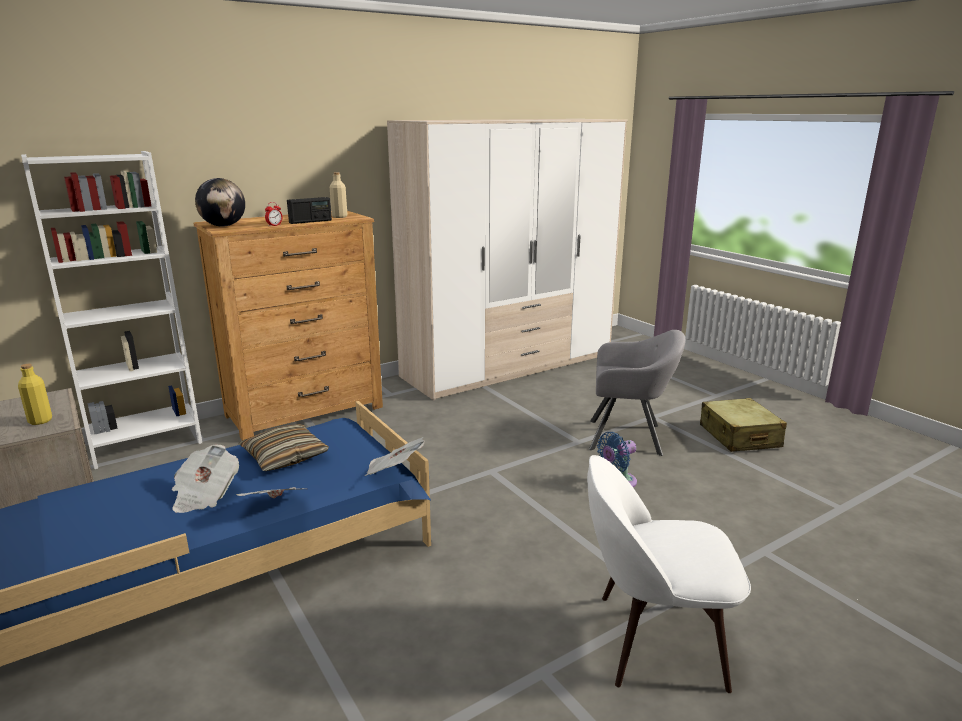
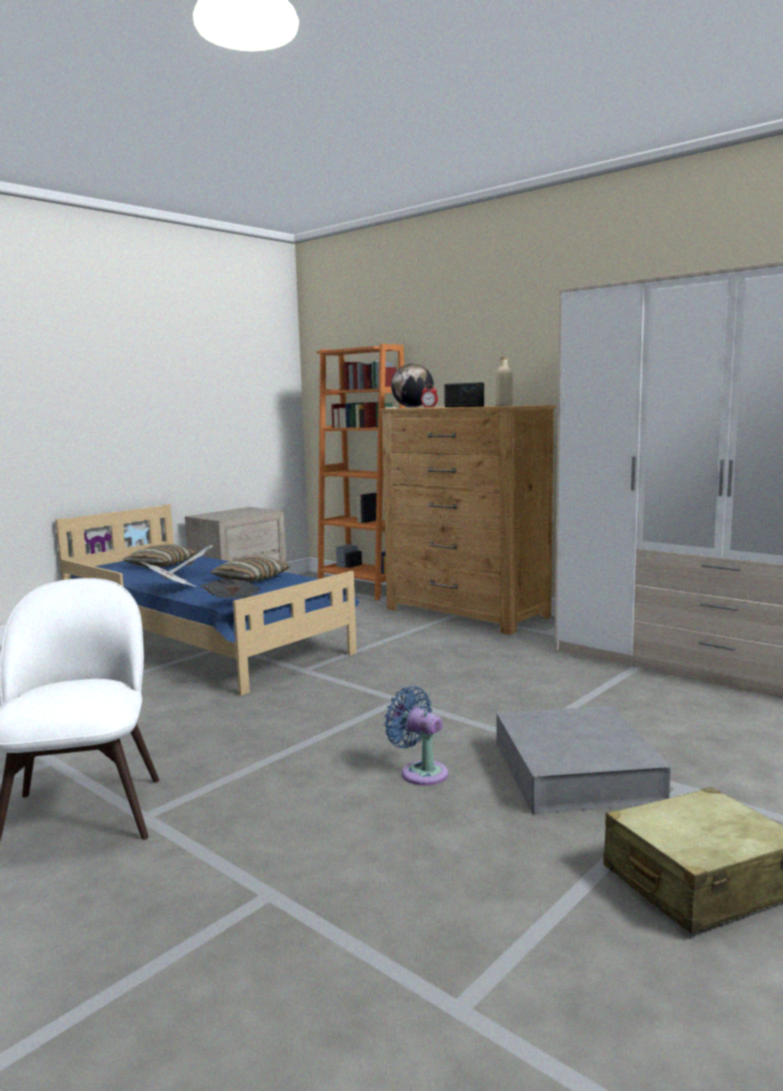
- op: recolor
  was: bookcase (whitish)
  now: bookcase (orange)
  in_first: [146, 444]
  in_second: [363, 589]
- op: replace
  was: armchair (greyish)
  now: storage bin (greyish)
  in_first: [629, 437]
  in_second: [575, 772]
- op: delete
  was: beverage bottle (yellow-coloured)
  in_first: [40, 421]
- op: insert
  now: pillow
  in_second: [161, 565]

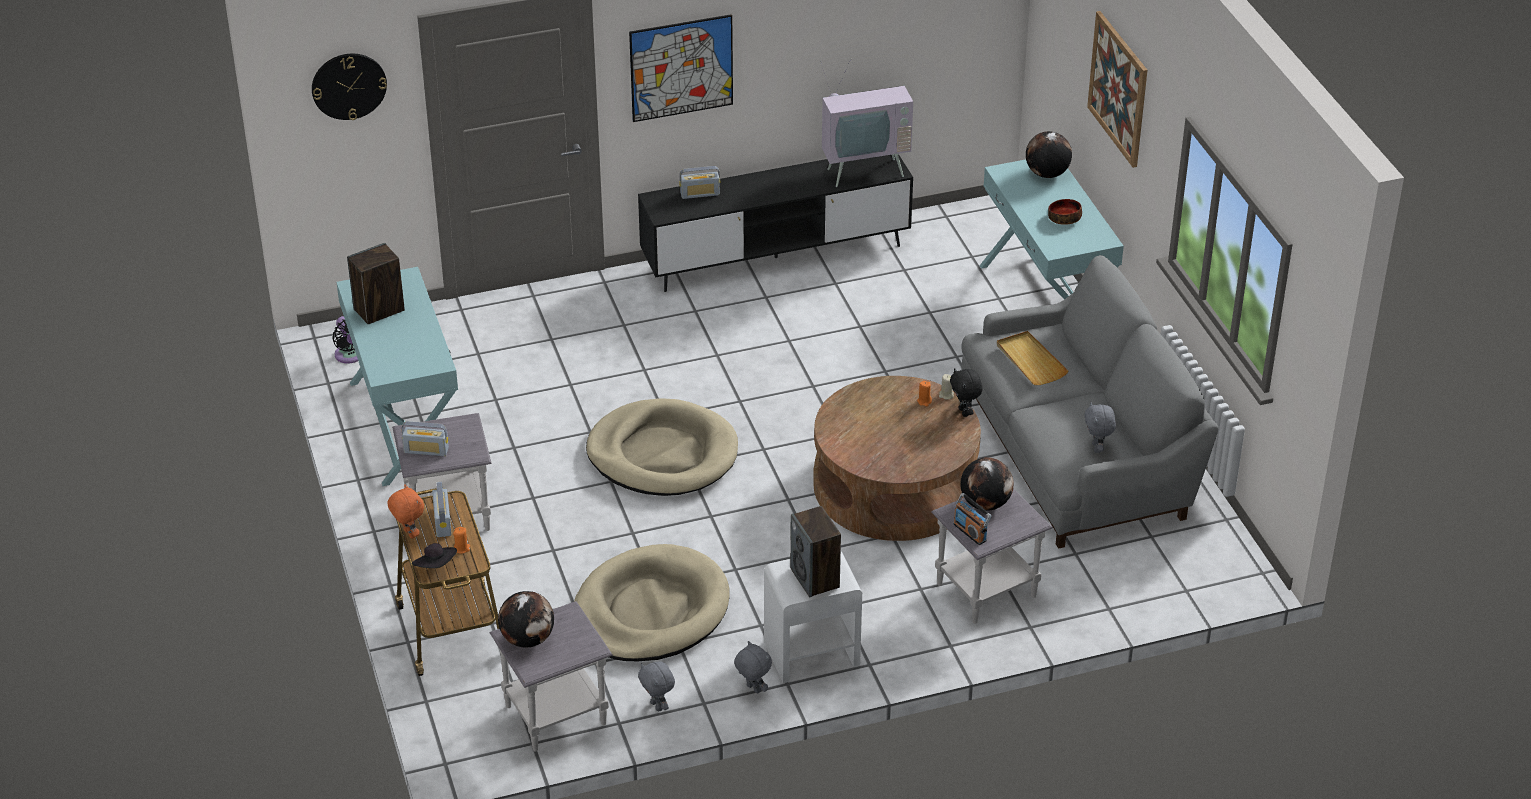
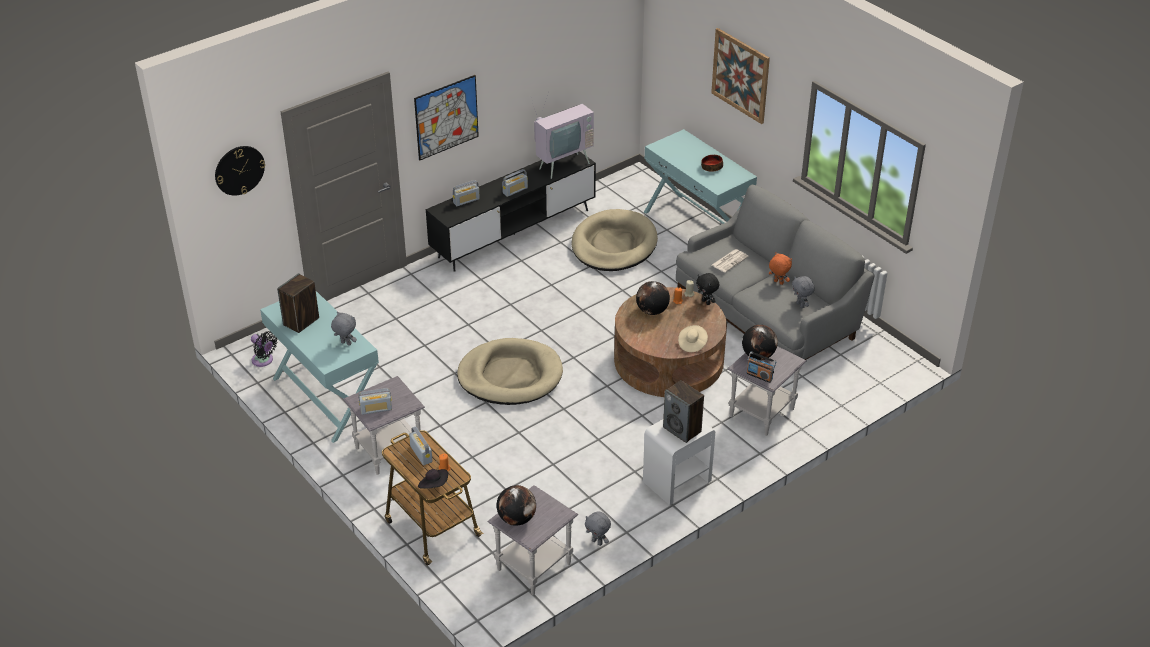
- op: move
  was: desk globe
  in_first: [1046, 174]
  in_second: [652, 311]
- op: replace
  was: carrying tray (beige)
  now: printed paper
  in_first: [1030, 361]
  in_second: [729, 261]
- op: move
  was: plush toy (orange)
  in_first: [408, 534]
  in_second: [778, 283]
- op: move
  was: dog cushion (beige)
  in_first: [650, 610]
  in_second: [614, 245]
- op: move
  was: plush toy (greyish)
  in_first: [752, 689]
  in_second: [345, 344]
- op: insert
  now: radio set
  in_second: [515, 190]
- op: insert
  now: clothing hat (beige)
  in_second: [692, 344]

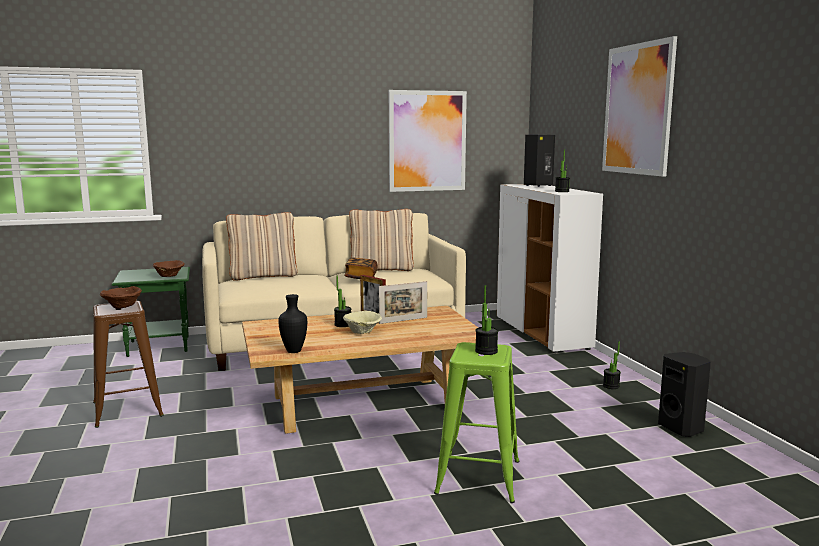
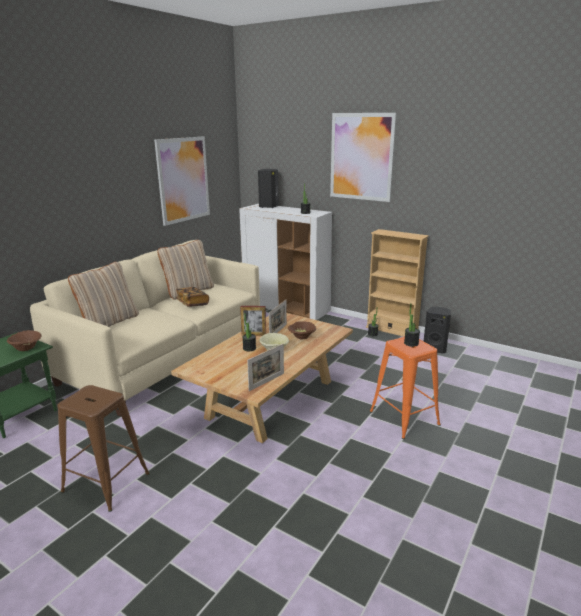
- op: move
  was: serving bowl (brown)
  in_first: [121, 306]
  in_second: [301, 337]
- op: replace
  was: vase (blackish)
  now: standing frame
  in_first: [294, 351]
  in_second: [266, 382]
- op: recolor
  was: stool seat (green-coloured)
  now: stool seat (orange)
  in_first: [478, 476]
  in_second: [403, 418]
- op: insert
  now: bookcase (beige)
  in_second: [392, 330]

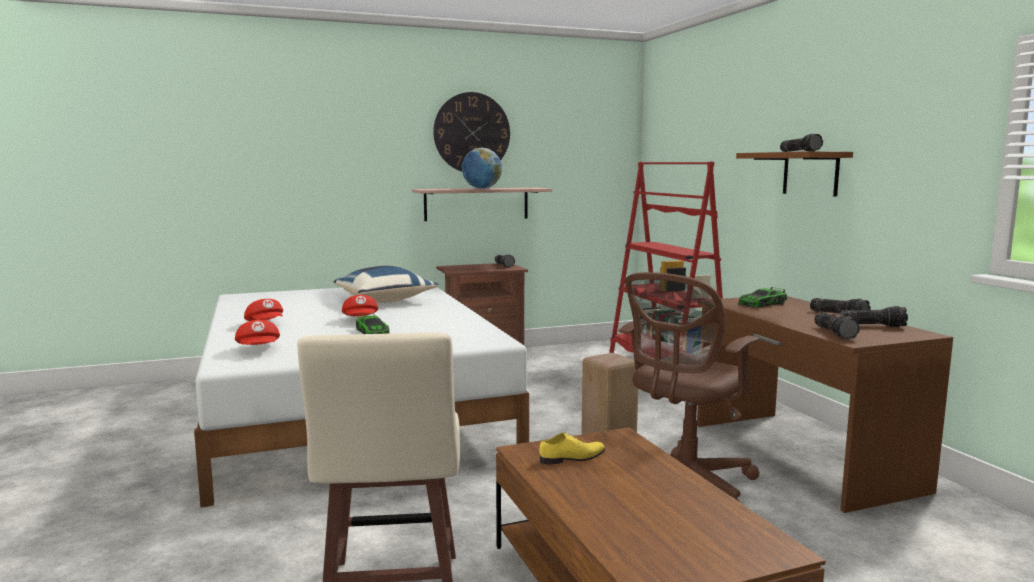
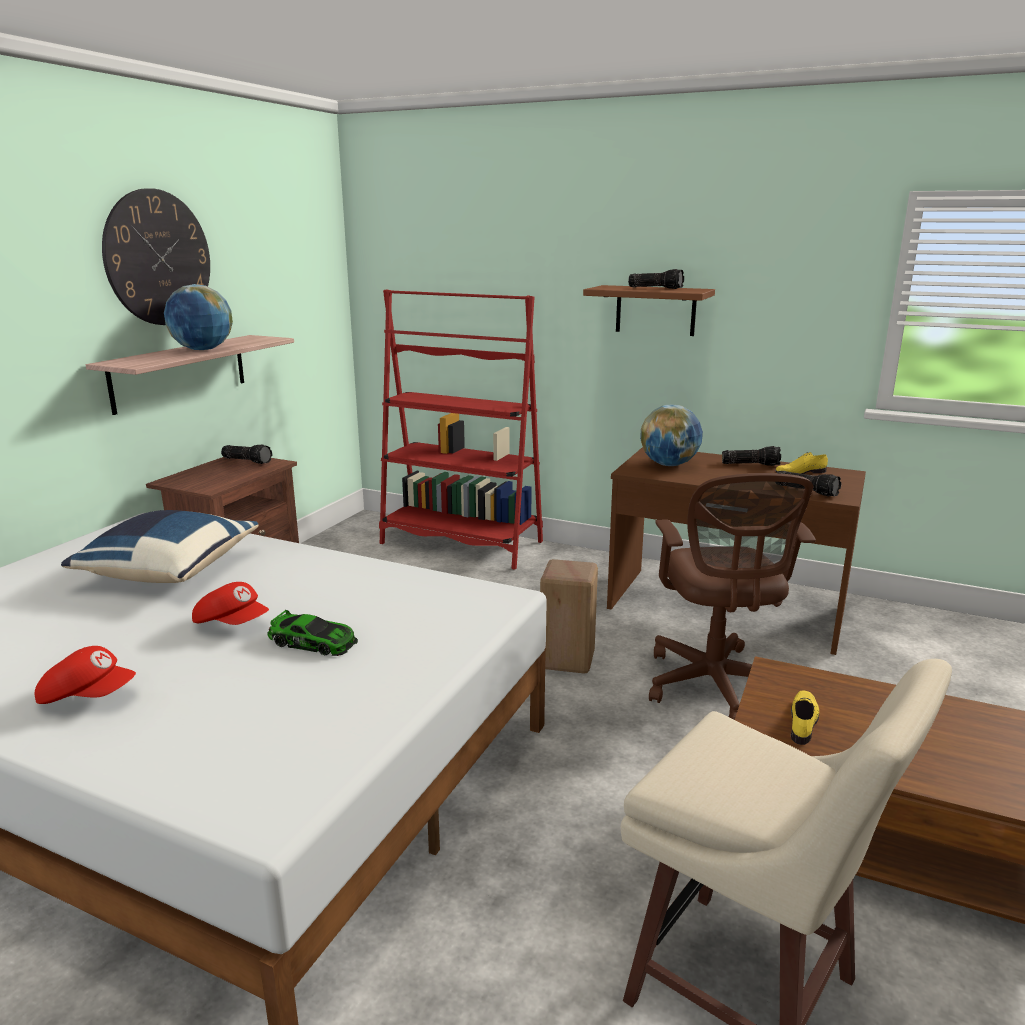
- op: replace
  was: toy car
  now: desk globe
  in_first: [762, 304]
  in_second: [669, 464]
- op: replace
  was: flashlight
  now: item of footwear (yellow-coloured)
  in_first: [872, 325]
  in_second: [800, 472]
- op: delete
  was: peaked cap (red-coloured)
  in_first: [259, 349]

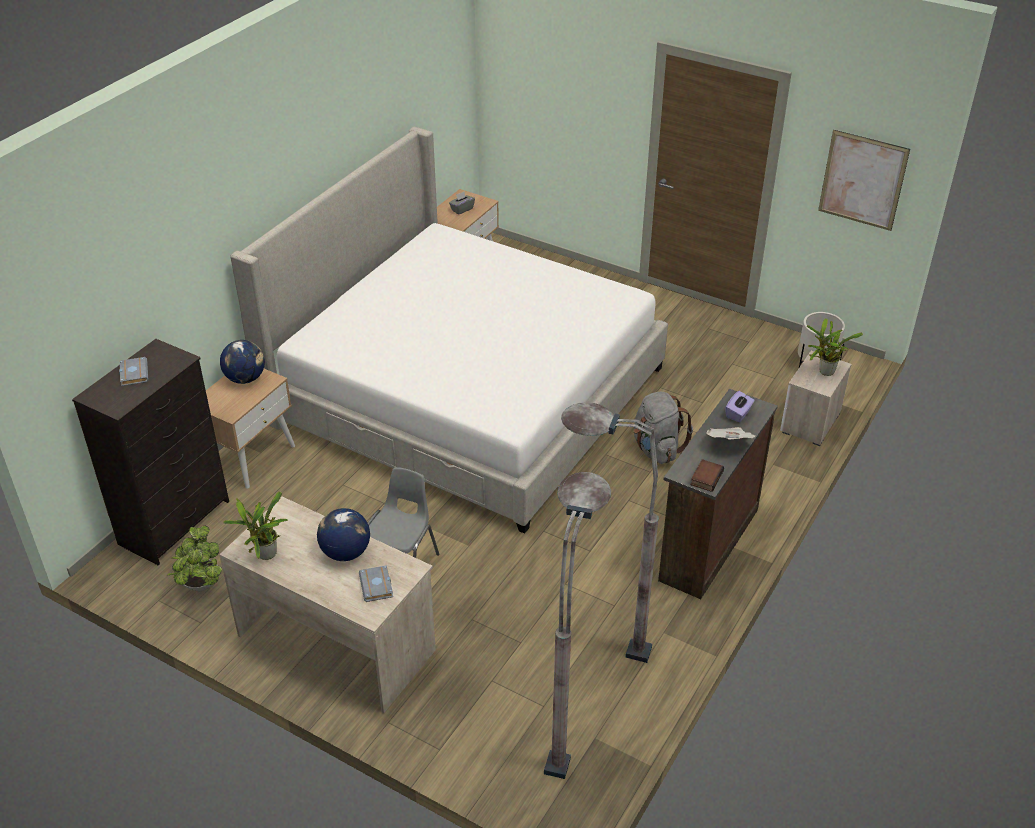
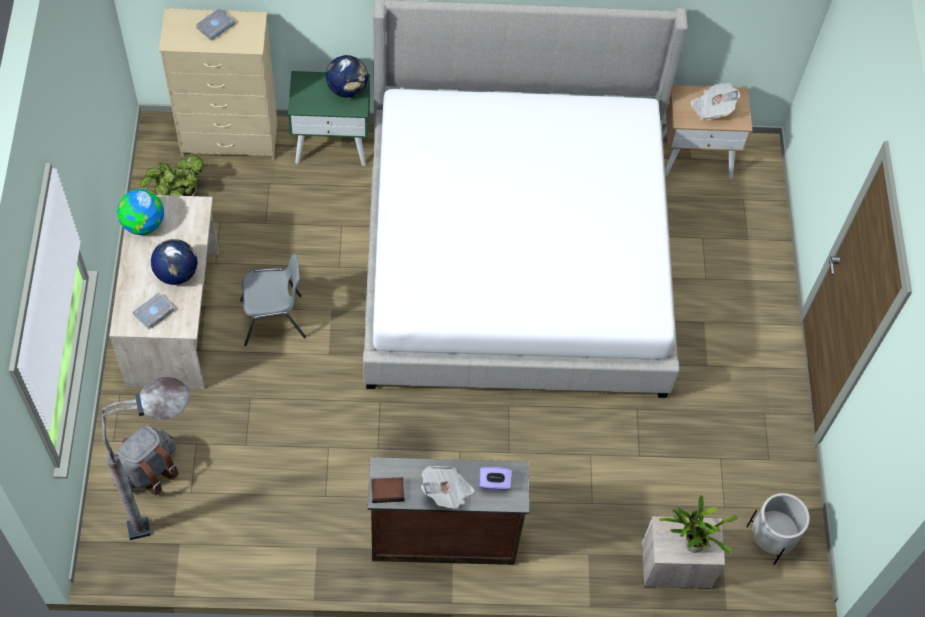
- op: delete
  was: wall picture
  in_first: [862, 180]
- op: replace
  was: tissue box (greyish)
  now: printed paper
  in_first: [462, 209]
  in_second: [712, 108]
- op: recolor
  was: dresser (blackish)
  now: dresser (beige)
  in_first: [176, 522]
  in_second: [230, 139]
- op: recolor
  was: bedside table (beige)
  now: bedside table (green-coloured)
  in_first: [251, 456]
  in_second: [332, 143]
- op: move
  was: rucksack (greyish)
  in_first: [656, 449]
  in_second: [148, 471]
- op: delete
  was: standard lamp (greyish)
  in_first: [595, 641]
- op: replace
  was: houseplant
  now: desk globe
  in_first: [266, 556]
  in_second: [143, 224]

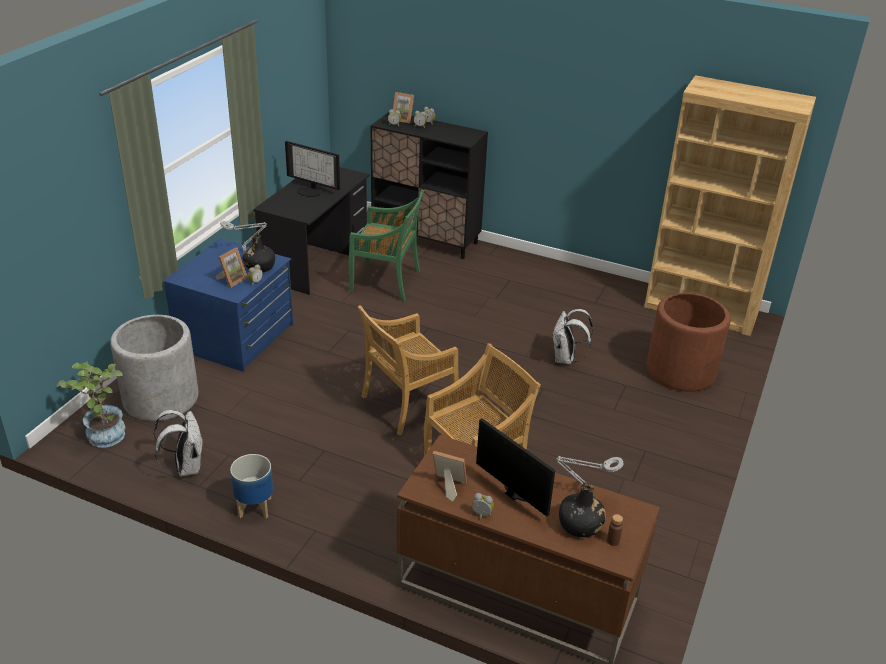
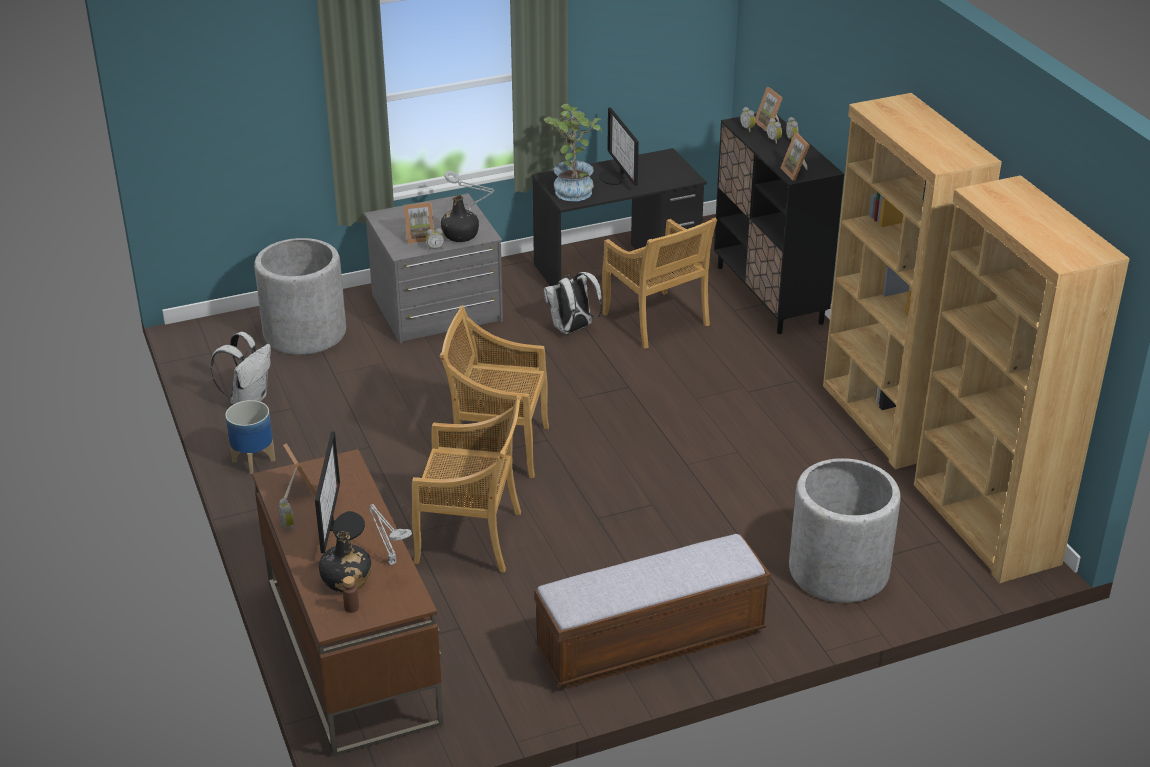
- op: recolor
  was: chair (green-coloured)
  now: chair (beige)
  in_first: [386, 281]
  in_second: [656, 321]
- op: recolor
  was: dresser (blue)
  now: dresser (greyish)
  in_first: [236, 337]
  in_second: [437, 309]
- op: recolor
  was: flower pot (brown)
  now: flower pot (greyish)
  in_first: [680, 371]
  in_second: [838, 571]
- op: move
  was: rucksack (whitish)
  in_first: [566, 359]
  in_second: [572, 329]
- op: move
  was: houseplant
  in_first: [103, 432]
  in_second: [573, 189]
- op: insert
  now: bookcase (brown)
  in_second: [885, 419]
- op: insert
  now: standing frame
  in_second: [797, 173]
- op: insert
  now: indoor bench
  in_second: [650, 642]

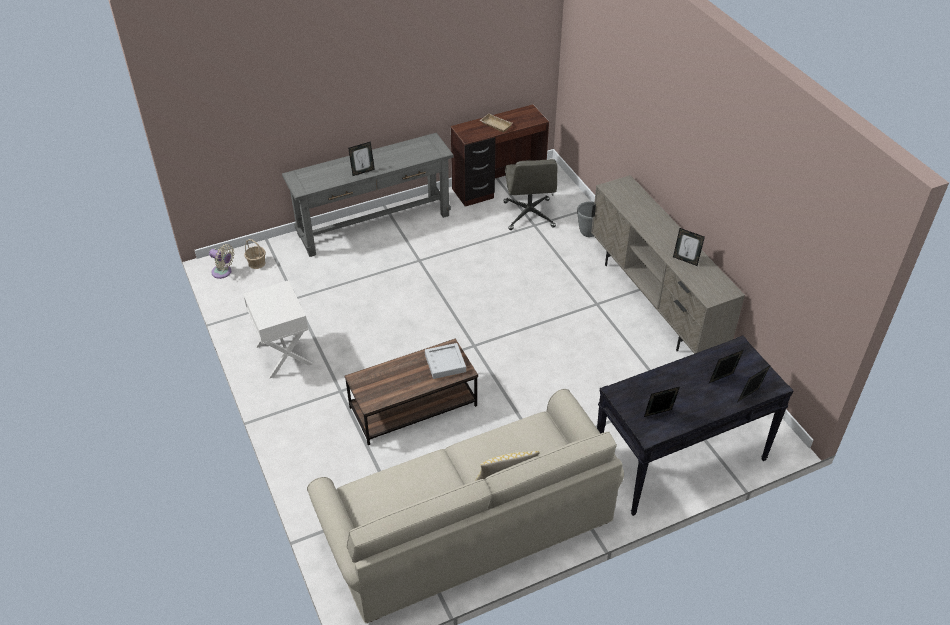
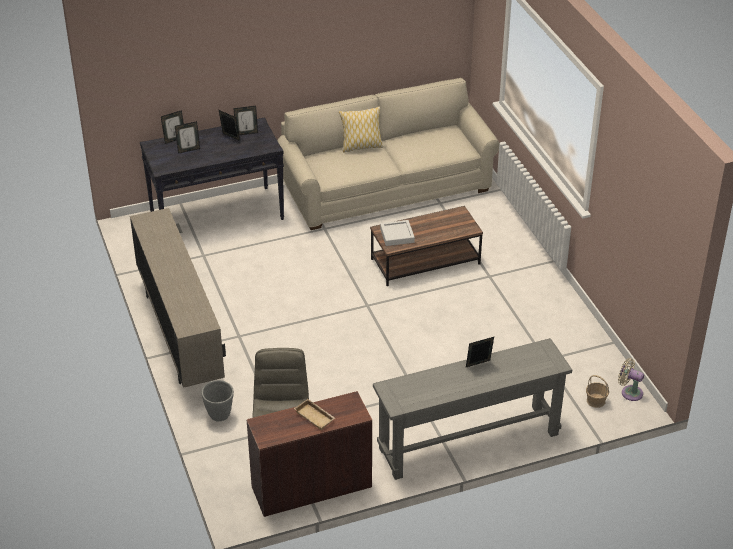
- op: move
  was: standing frame
  in_first: [685, 260]
  in_second: [230, 138]
- op: delete
  was: bedside table (whitish)
  in_first: [283, 355]

